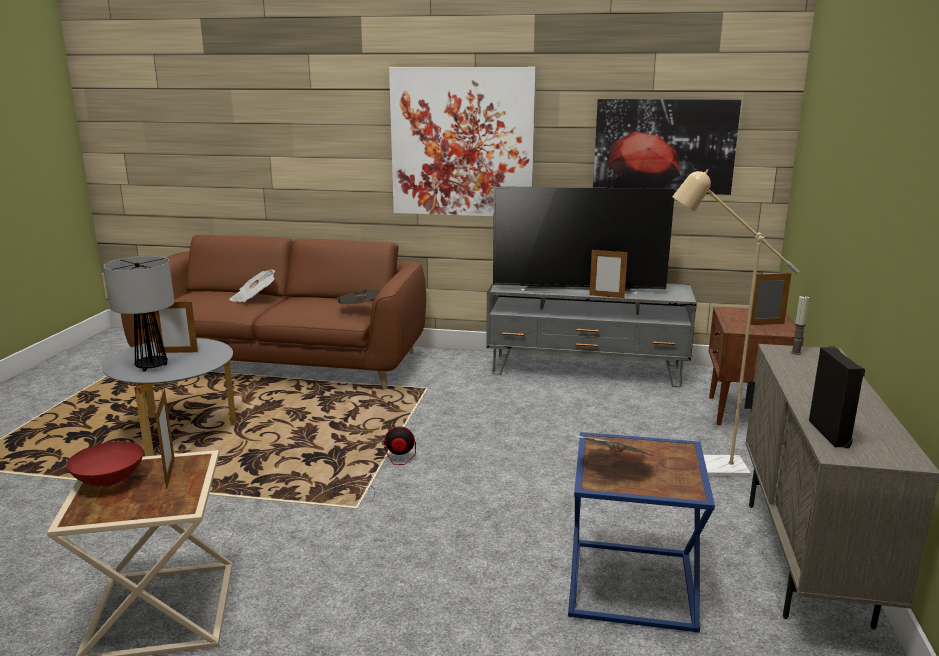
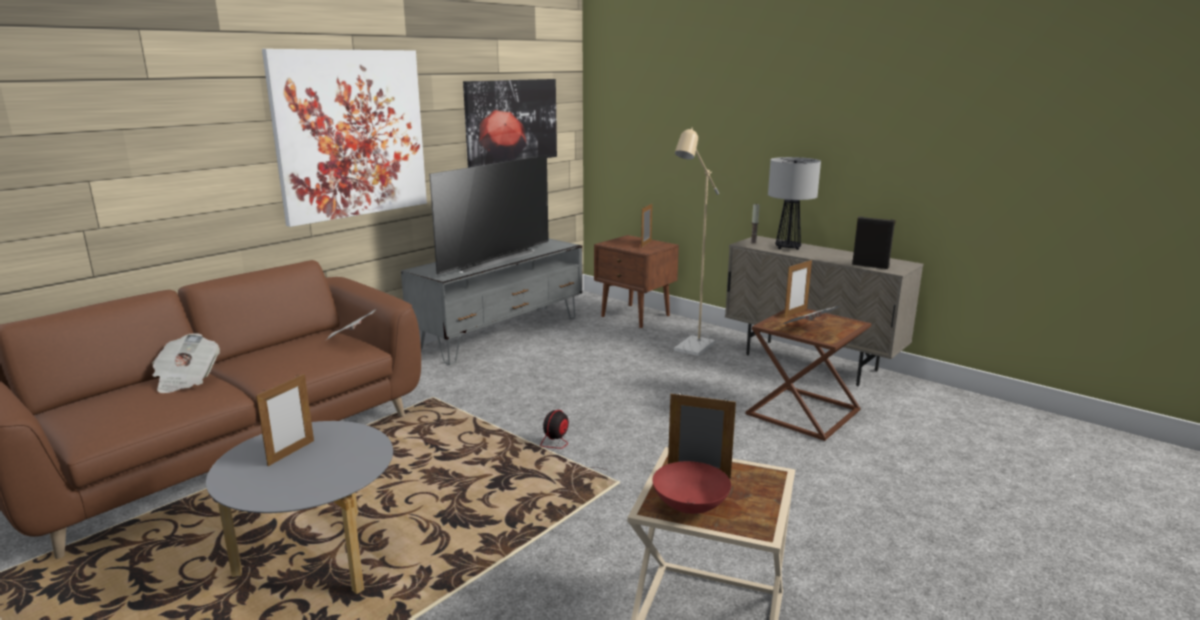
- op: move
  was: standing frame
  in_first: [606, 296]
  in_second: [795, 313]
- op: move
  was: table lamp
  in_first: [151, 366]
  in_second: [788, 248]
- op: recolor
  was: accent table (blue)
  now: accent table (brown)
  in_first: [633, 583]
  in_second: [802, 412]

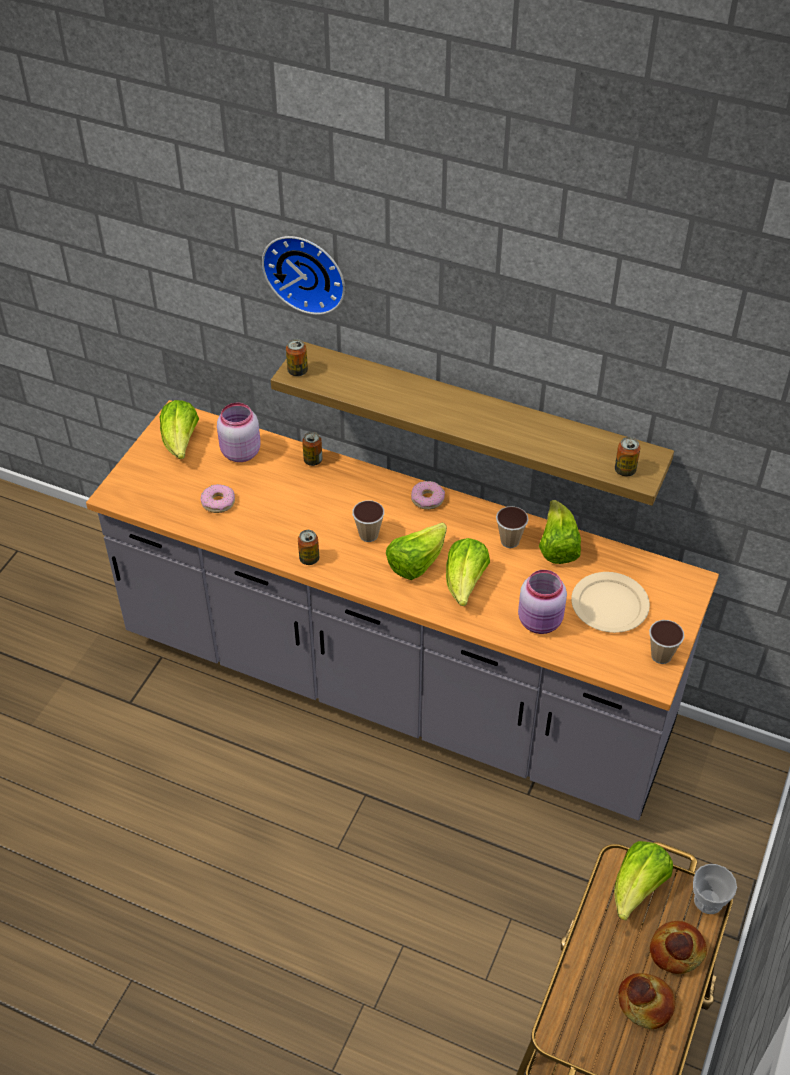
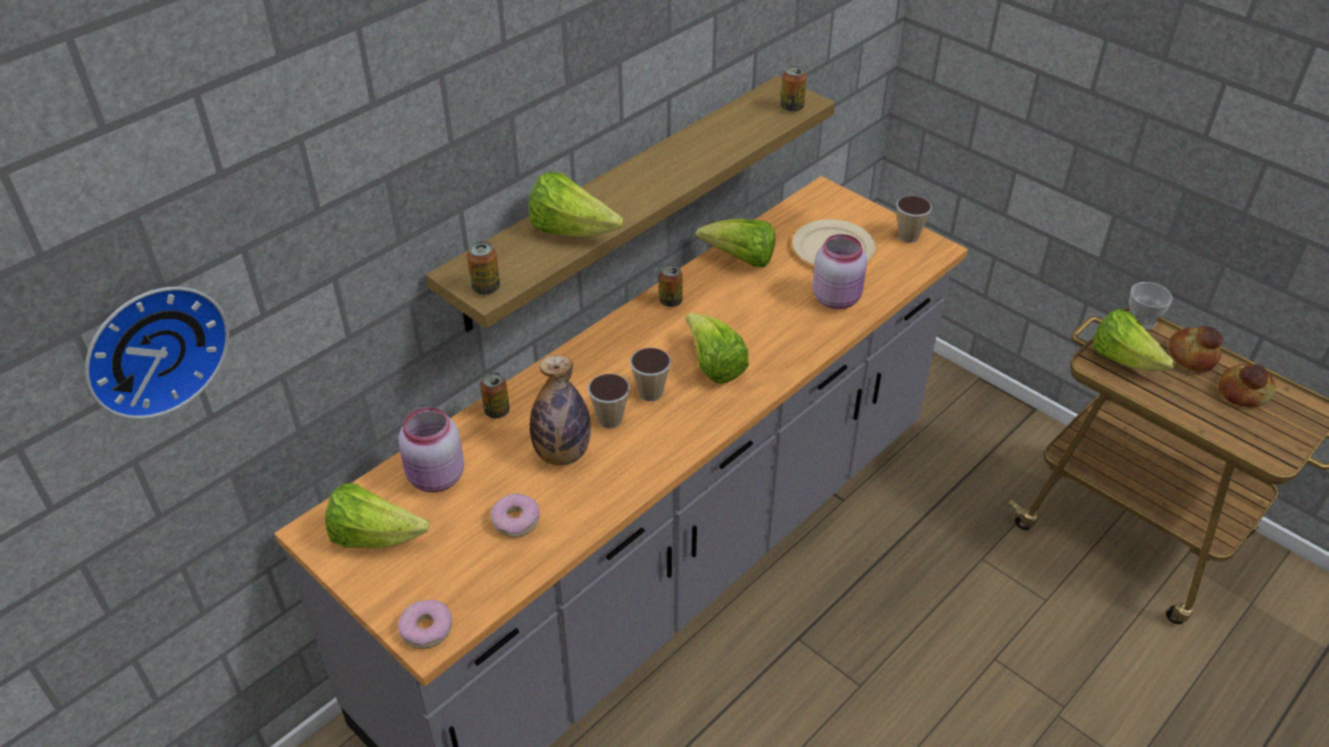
- op: move
  was: wall clock
  in_first: [306, 271]
  in_second: [153, 347]
- op: move
  was: ring doughnut
  in_first: [427, 499]
  in_second: [426, 629]
- op: move
  was: cup
  in_first: [510, 541]
  in_second: [610, 419]
- op: move
  was: metal can
  in_first: [309, 559]
  in_second: [670, 301]
- op: move
  was: head of lettuce
  in_first: [465, 584]
  in_second: [572, 231]
- op: insert
  now: beverage bottle
  in_second: [562, 454]

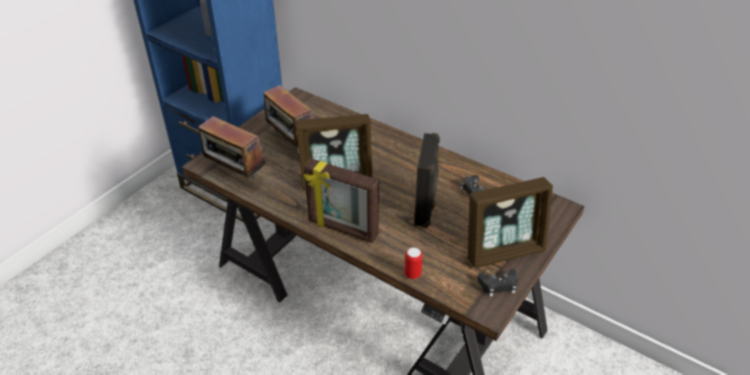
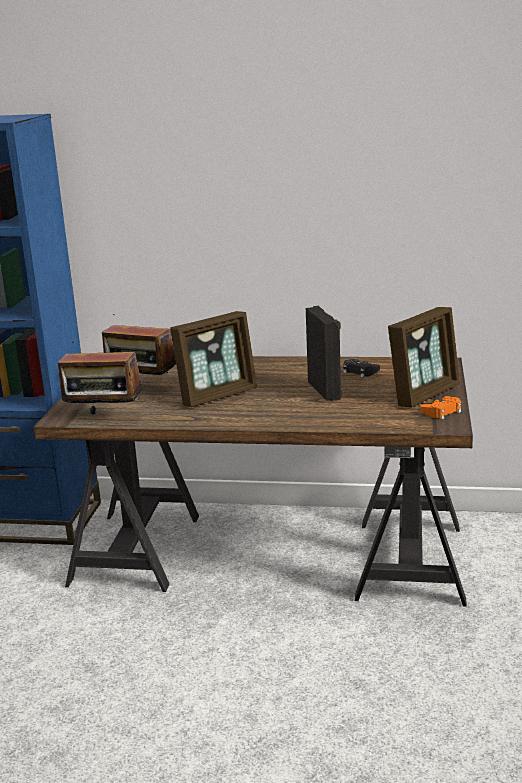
- op: delete
  was: standing frame
  in_first: [342, 229]
- op: delete
  was: metal can
  in_first: [412, 274]
- op: recolor
  was: joypad (blackish)
  now: joypad (orange)
  in_first: [498, 285]
  in_second: [442, 412]

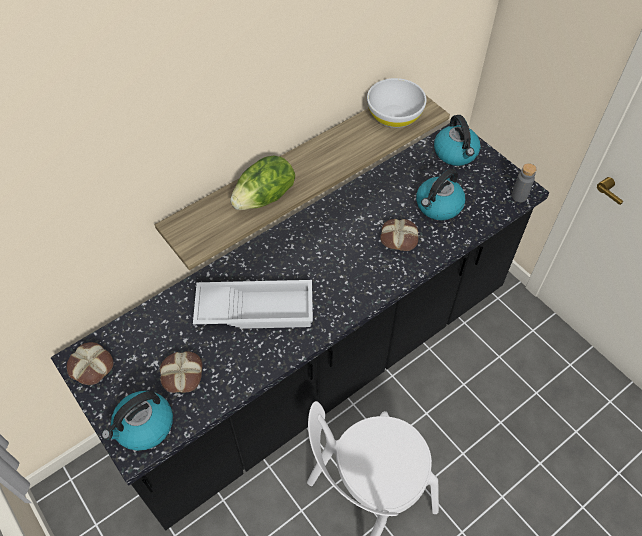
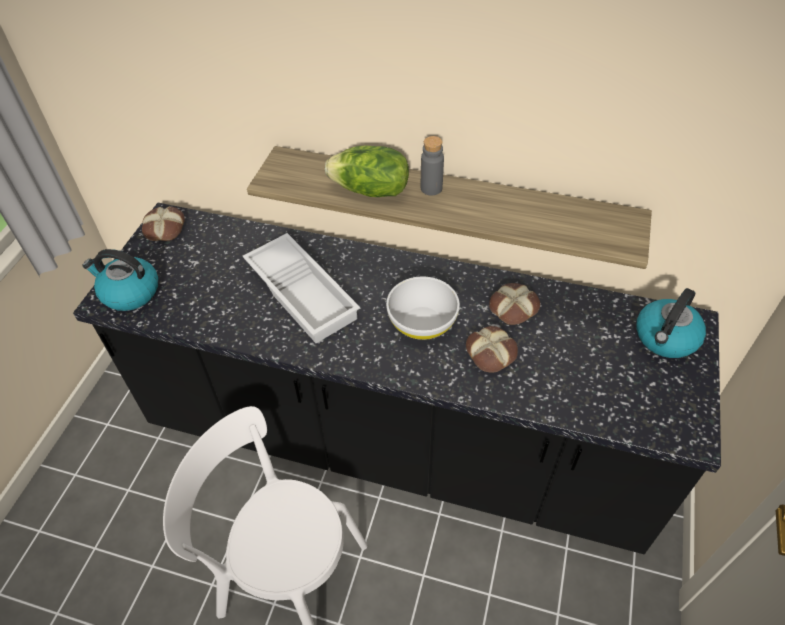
- op: move
  was: serving bowl (whitish)
  in_first: [394, 116]
  in_second: [422, 322]
- op: move
  was: beverage bottle (greyish)
  in_first: [519, 196]
  in_second: [431, 188]
- op: delete
  was: kettle
  in_first: [438, 206]
- op: move
  was: bread
  in_first: [181, 374]
  in_second: [513, 307]

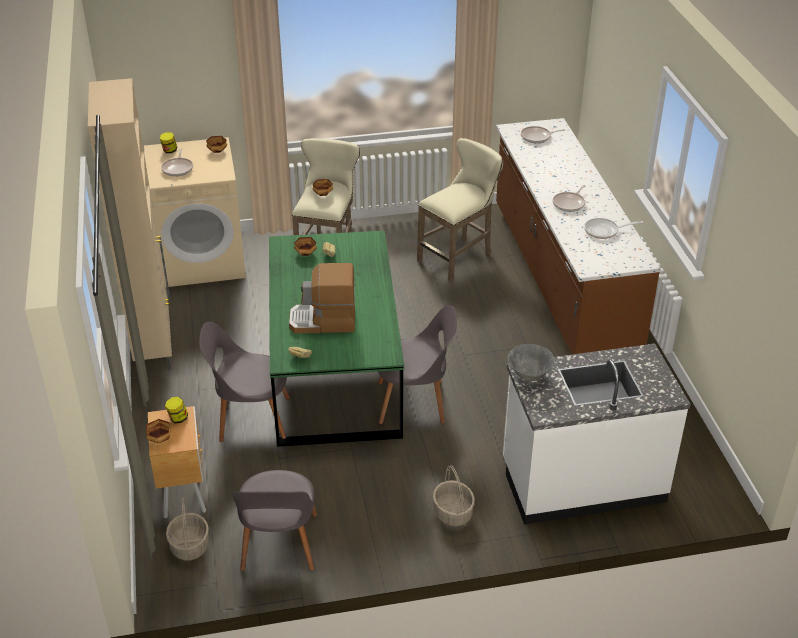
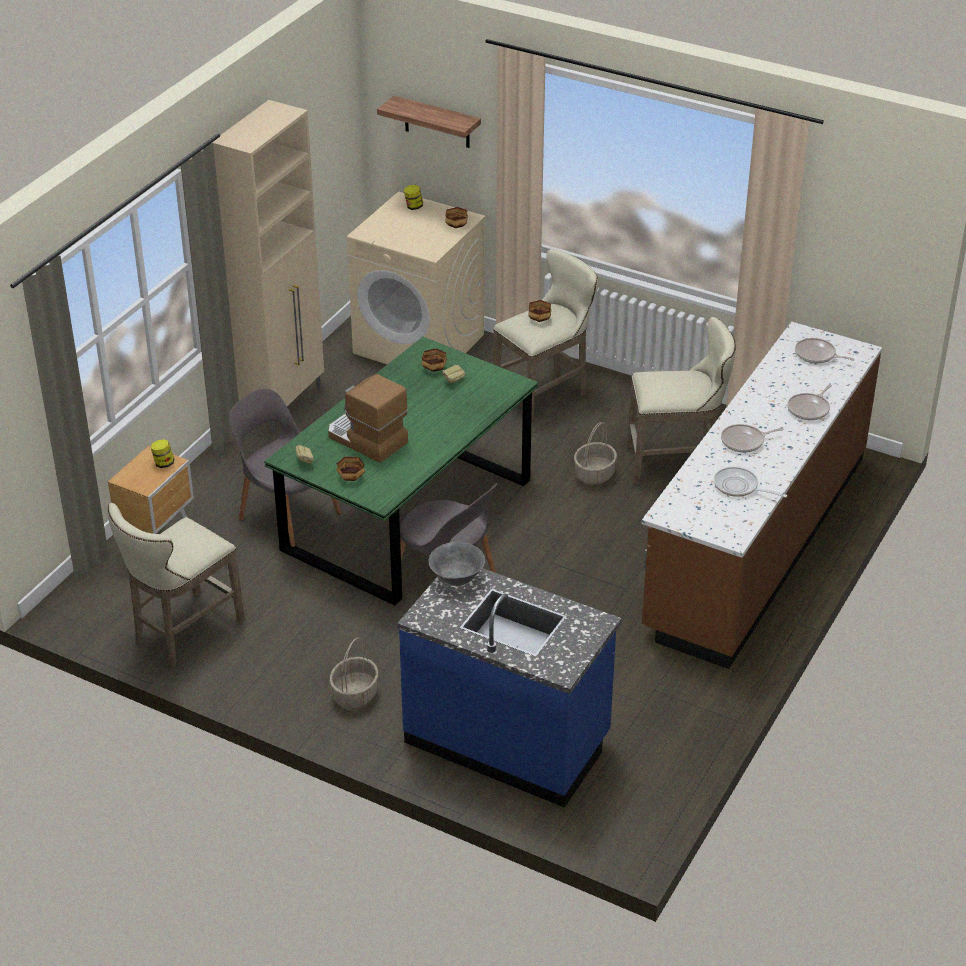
- op: move
  was: skillet
  in_first: [178, 168]
  in_second: [809, 409]
- op: recolor
  was: counter (whitish)
  now: counter (blue)
  in_first: [582, 481]
  in_second: [508, 740]
- op: move
  was: serving bowl
  in_first: [160, 439]
  in_second: [351, 478]
- op: replace
  was: chair (greyish)
  now: stool seat (beige)
  in_first: [279, 545]
  in_second: [182, 632]
- op: move
  was: basket
  in_first: [189, 546]
  in_second: [594, 474]
- op: insert
  now: wall shelf
  in_second: [437, 122]

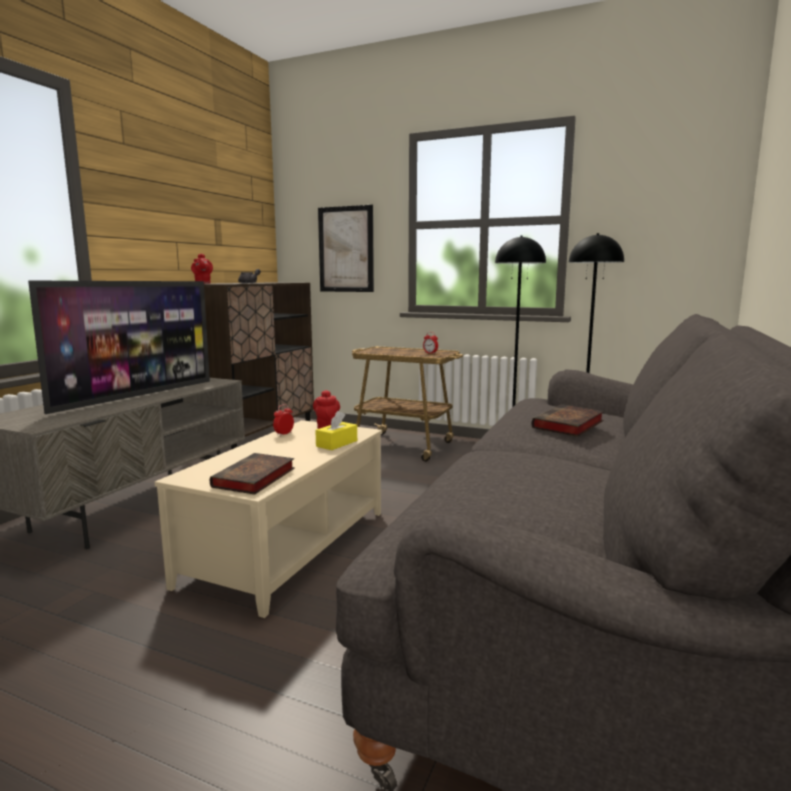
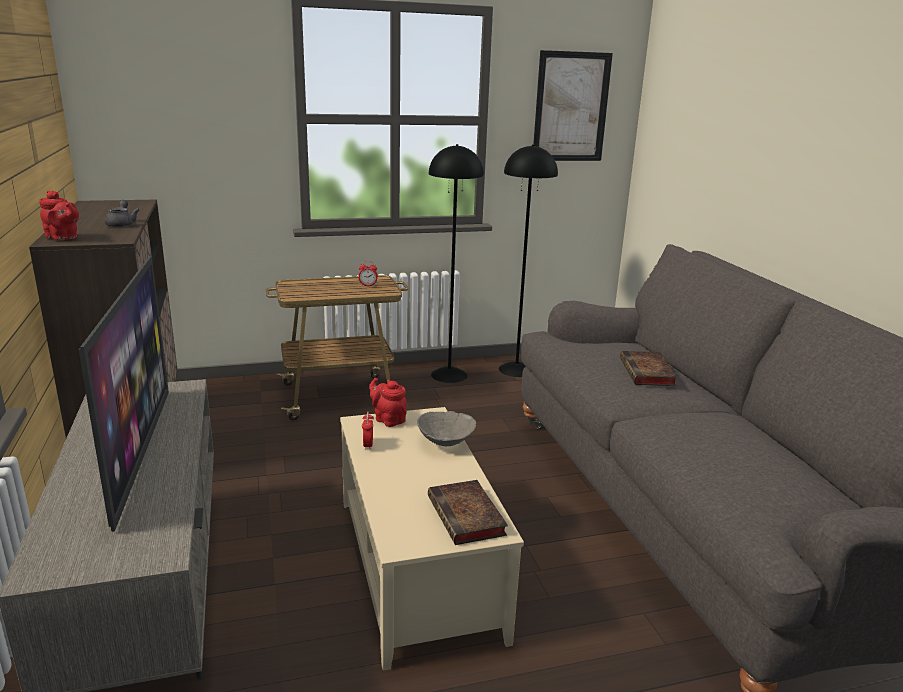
- op: move
  was: wall picture
  in_first: [346, 249]
  in_second: [571, 107]
- op: replace
  was: tissue box (yellow-coloured)
  now: serving bowl (greyish)
  in_first: [337, 443]
  in_second: [445, 441]

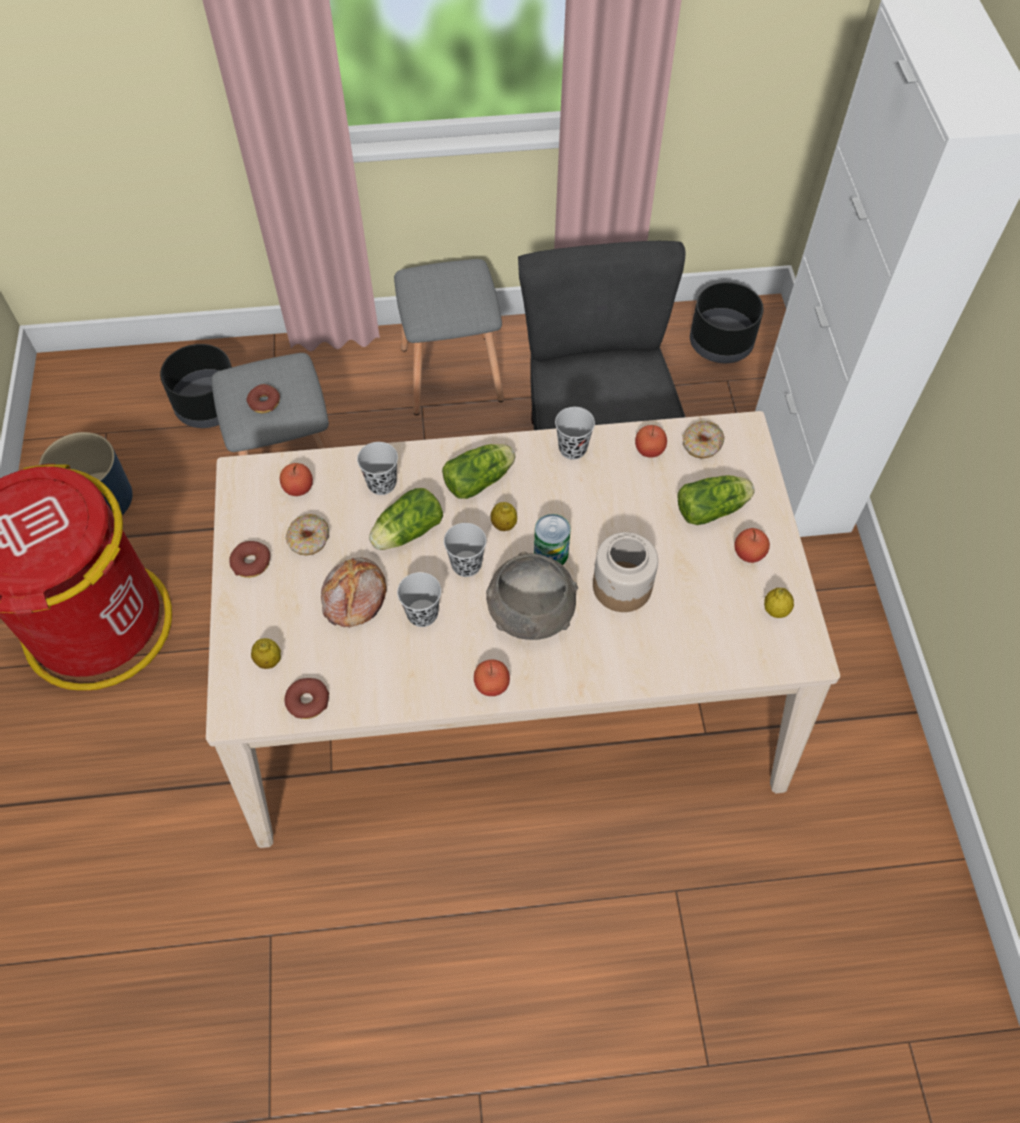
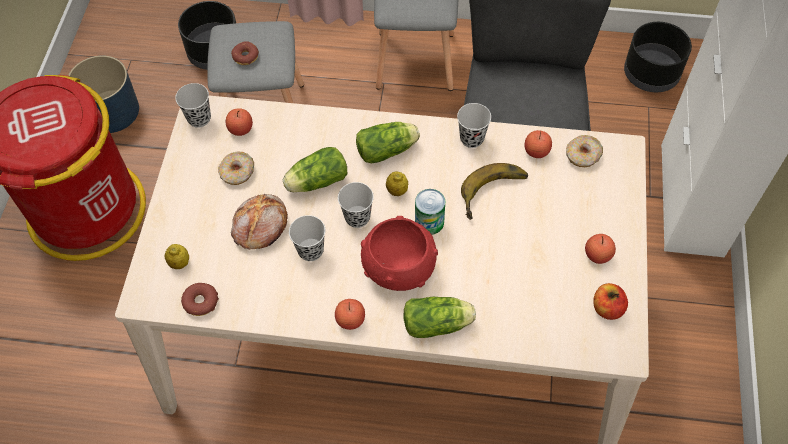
- op: move
  was: cup (blackish)
  in_first: [382, 484]
  in_second: [199, 118]
- op: move
  was: head of lettuce
  in_first: [713, 509]
  in_second: [439, 324]
- op: delete
  was: storage jar
  in_first: [623, 586]
- op: delete
  was: ring doughnut
  in_first: [251, 563]
- op: recolor
  was: serving bowl (greyish)
  now: serving bowl (red-coloured)
  in_first: [530, 612]
  in_second: [399, 266]
- op: replace
  was: whole lemon
  now: apple
  in_first: [775, 610]
  in_second: [607, 308]
- op: insert
  now: banana
  in_second: [495, 194]

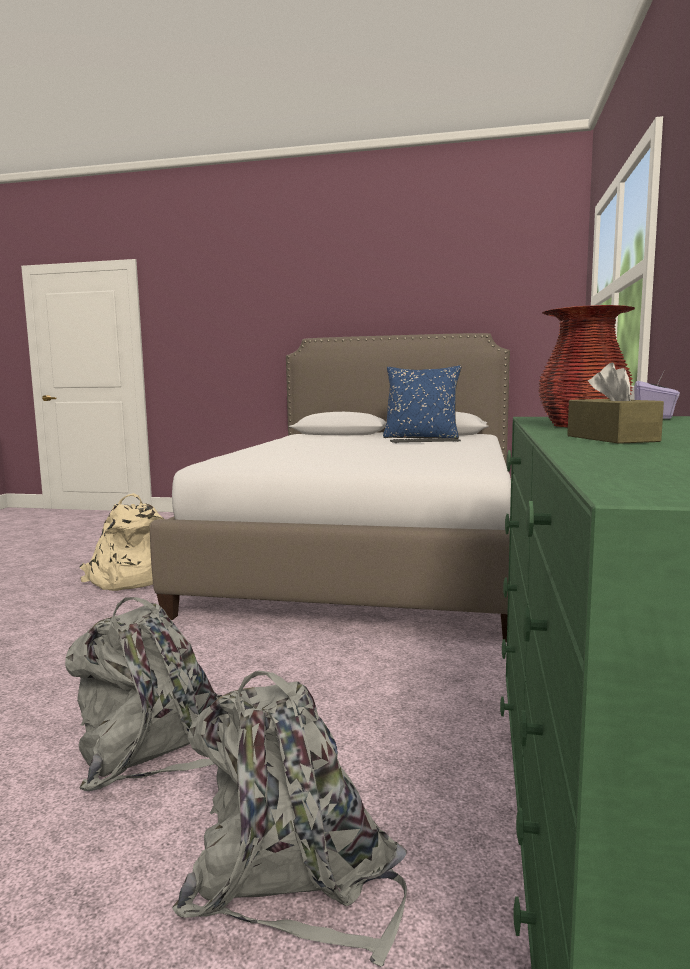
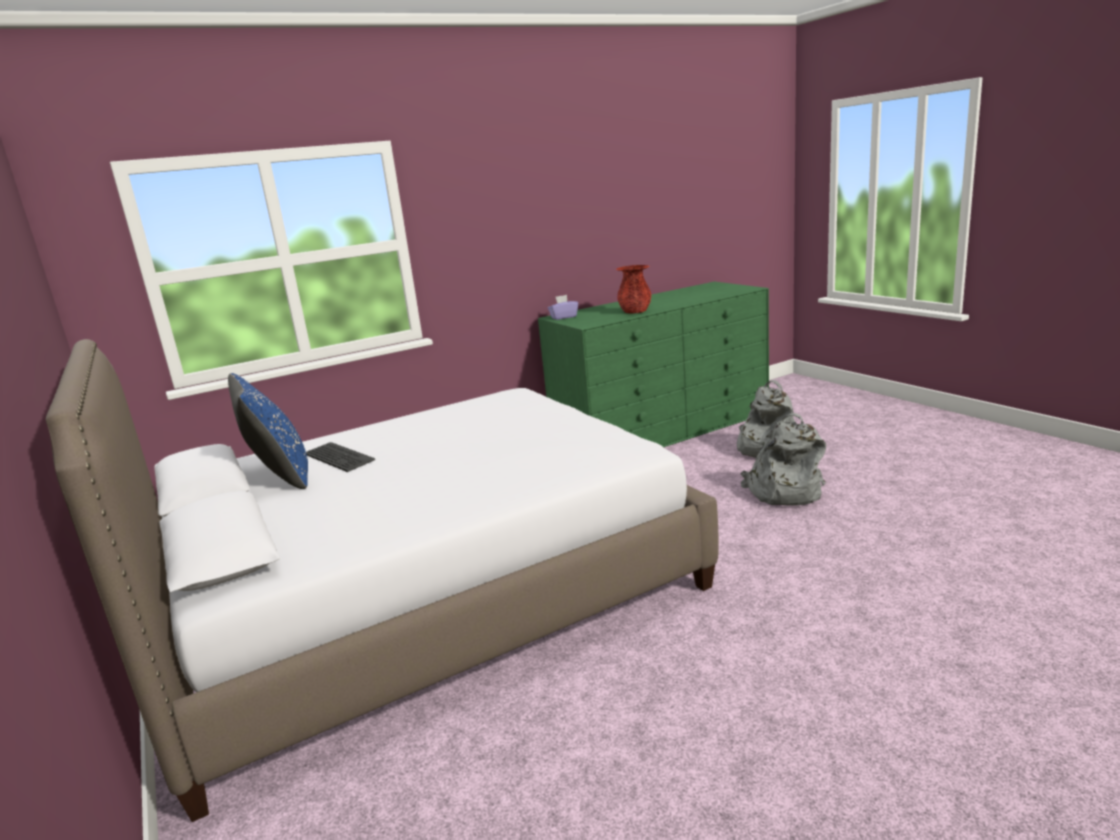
- op: delete
  was: tissue box (brown)
  in_first: [611, 438]
- op: delete
  was: rucksack (beige)
  in_first: [127, 580]

